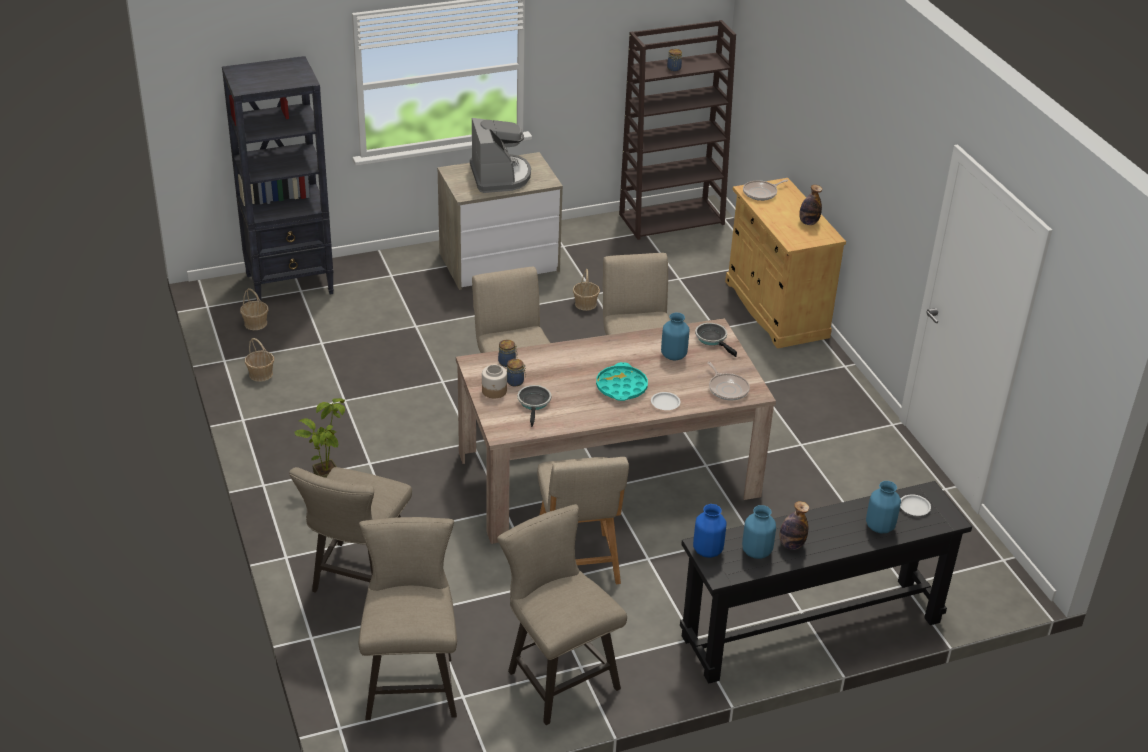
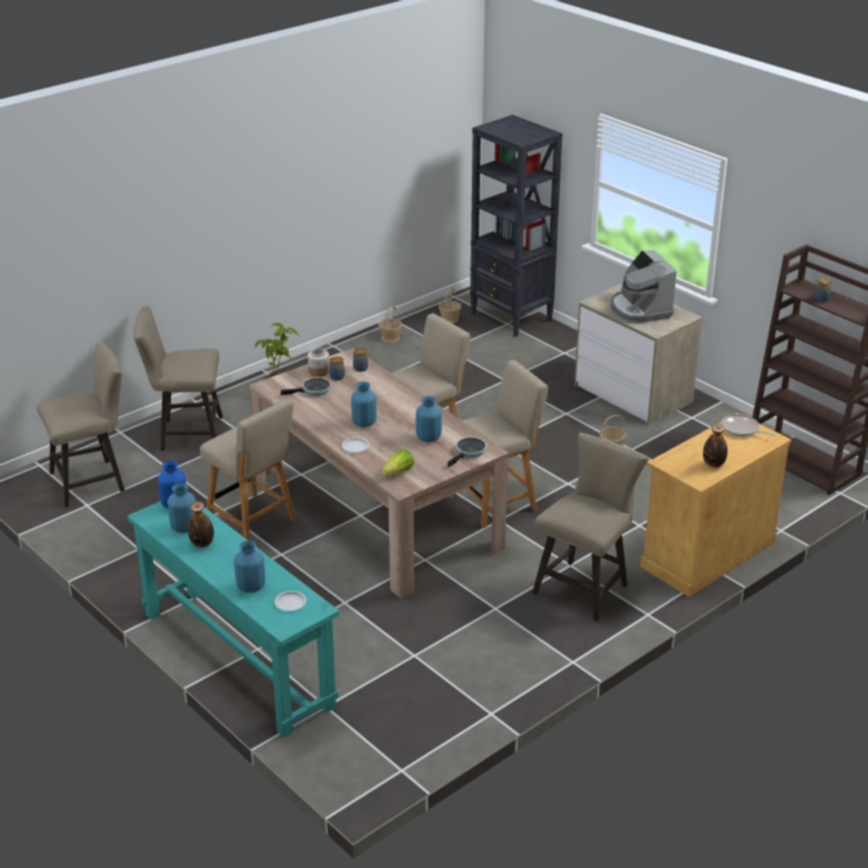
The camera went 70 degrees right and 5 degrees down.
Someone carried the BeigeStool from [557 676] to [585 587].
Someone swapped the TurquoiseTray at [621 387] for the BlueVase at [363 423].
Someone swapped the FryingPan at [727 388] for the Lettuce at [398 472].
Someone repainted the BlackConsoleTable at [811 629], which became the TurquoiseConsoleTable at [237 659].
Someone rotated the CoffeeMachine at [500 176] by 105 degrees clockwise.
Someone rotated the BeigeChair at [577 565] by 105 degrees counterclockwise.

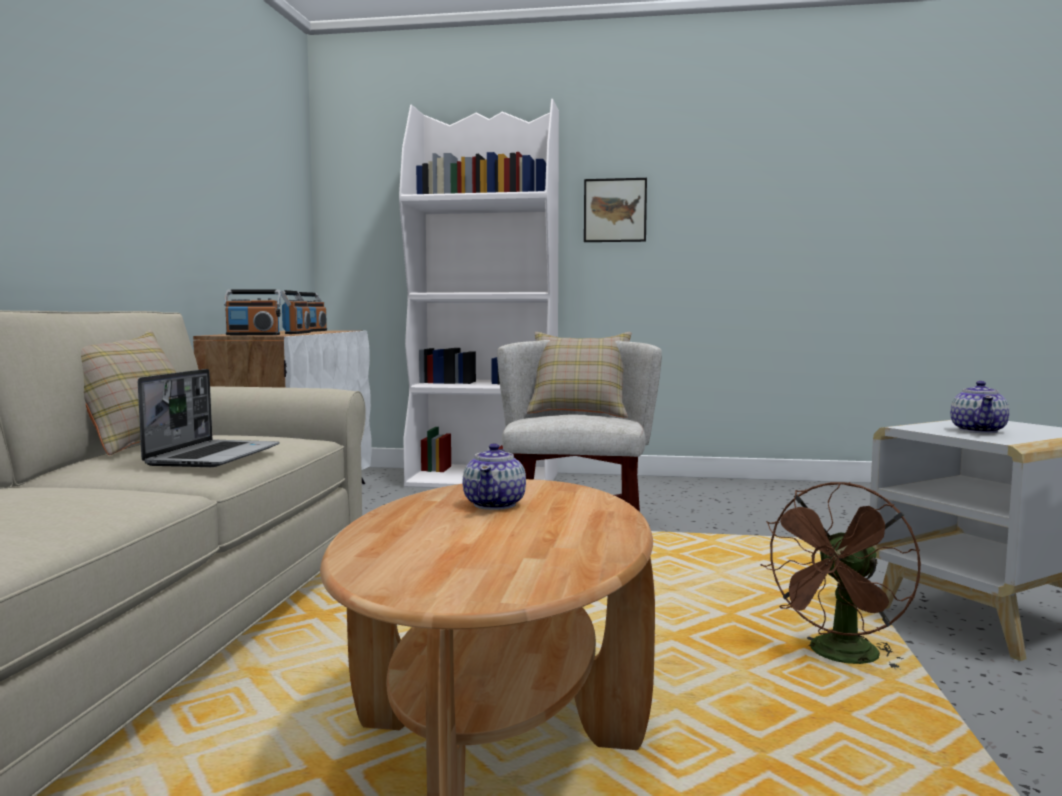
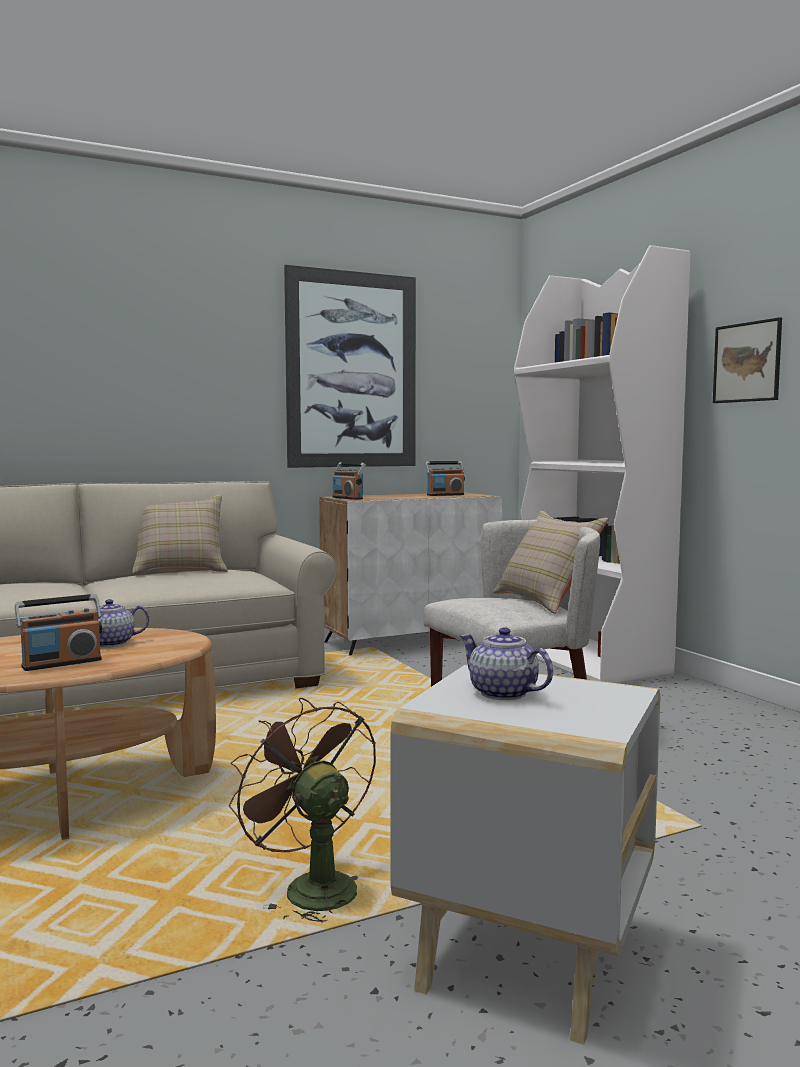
The camera went 55 degrees right and 0 degrees up.
Someone took away the Laptop at [214 456].
Someone put up the Picture at [352 370].
Someone carried the Radio from [297 333] to [61 663].
Someone rotated the BrownFan at [840 658] by 45 degrees clockwise.
Someone rotated the Teapot at [978 430] by 60 degrees clockwise.

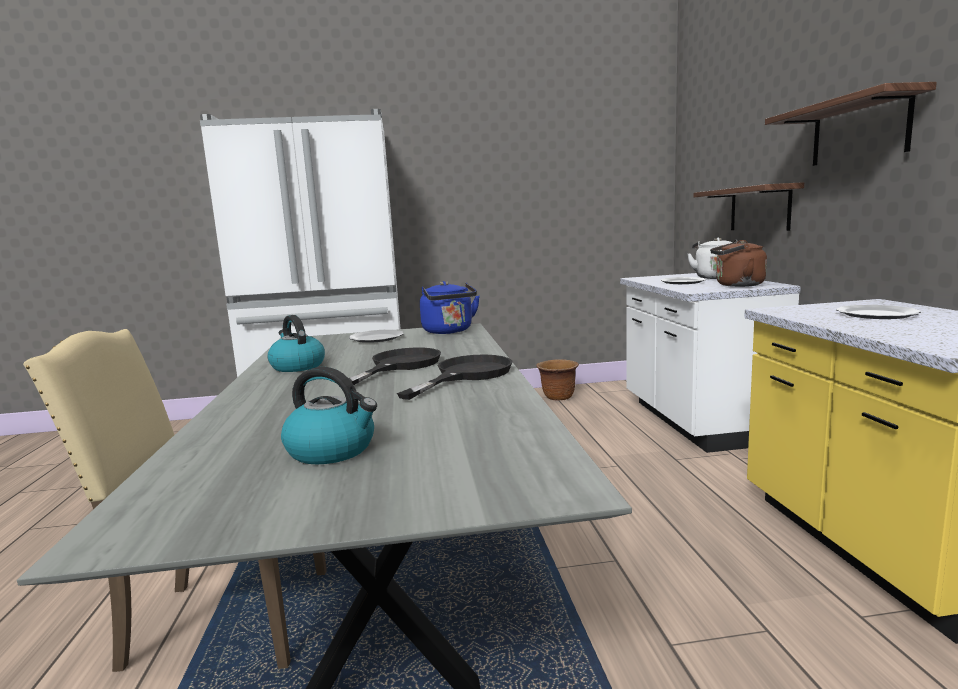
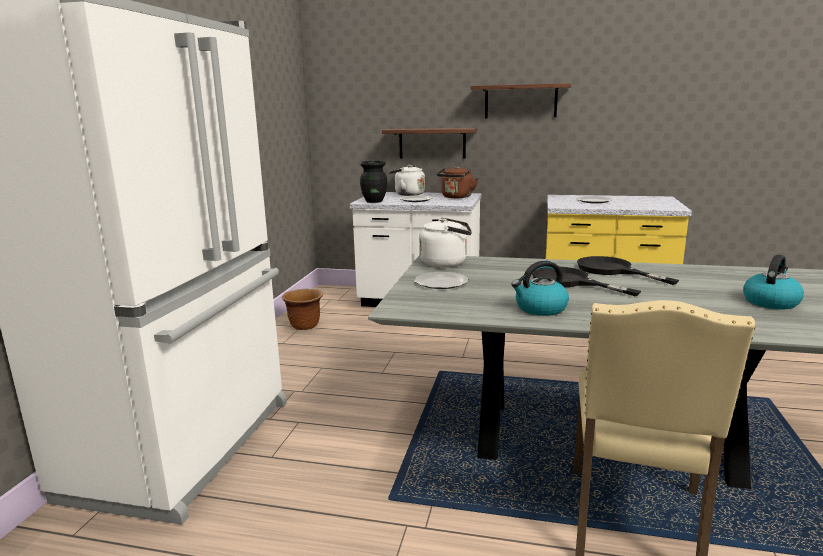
The camera went 70 degrees left and 5 degrees up.
Someone put down the BlackVase at [374 201].
Someone repainted the BlueKettle at [449 331], which became the WhiteKettle at [446 263].

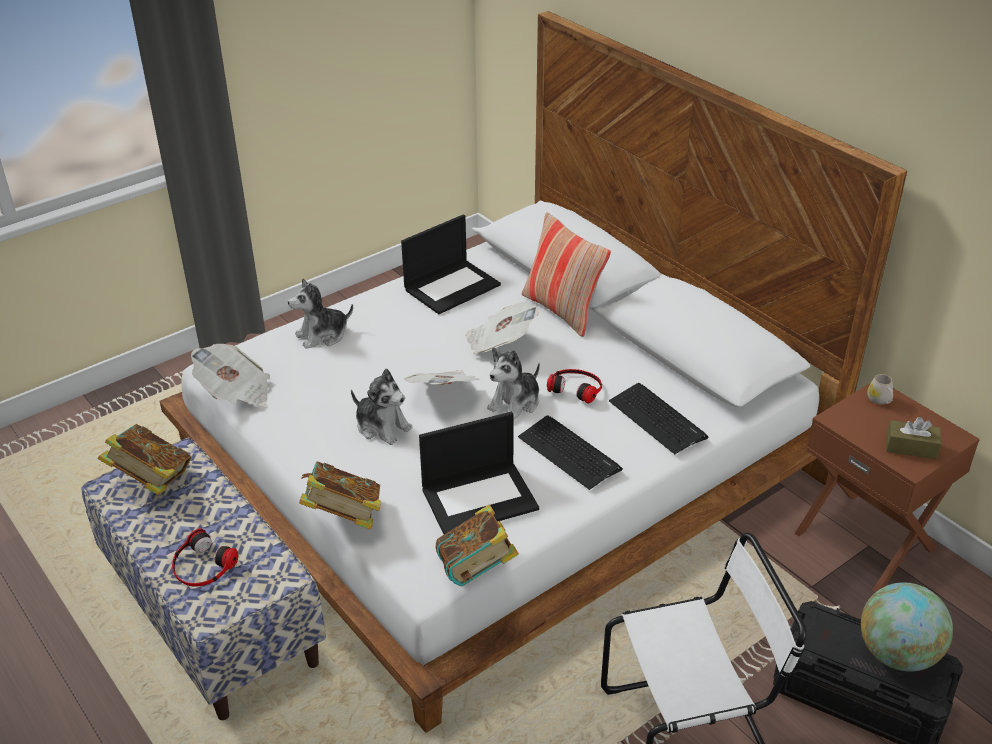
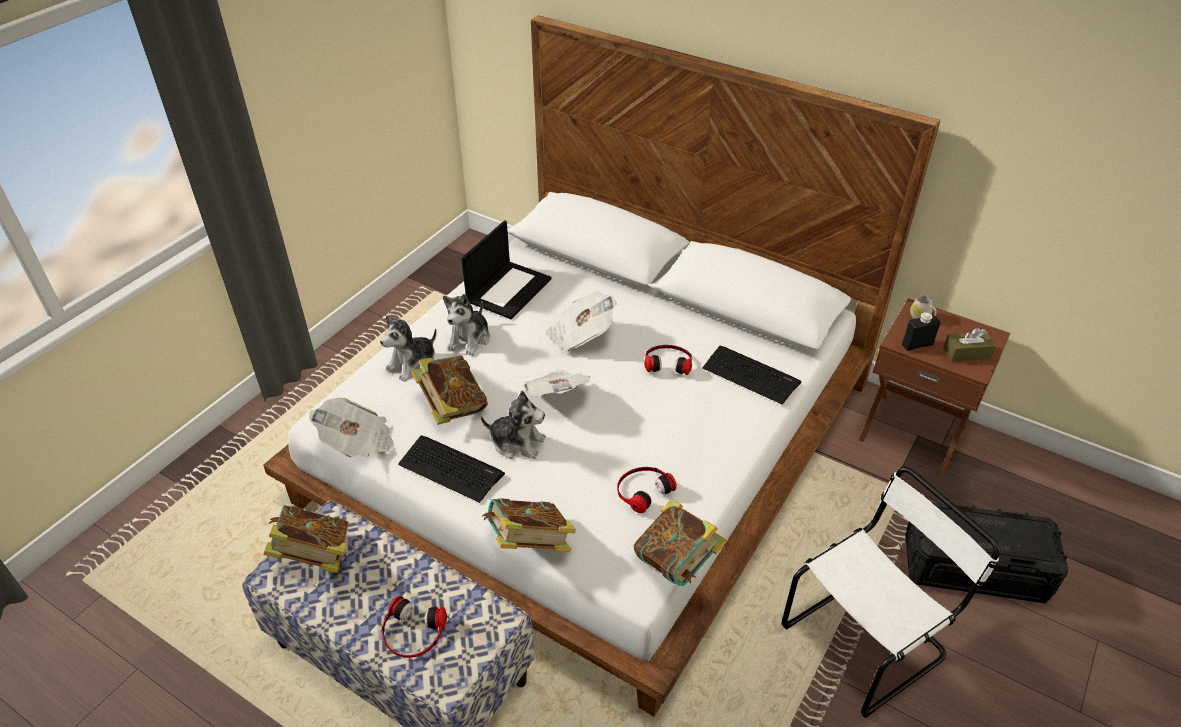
The camera went 20 degrees left and 5 degrees up.
Someone took away the Pillow at [562 310].
Someone took away the Globe at [897 654].
Someone put down the Book at [452 407].
Someone put down the BlackBottle at [917 345].
Someone carried the PlushToy from [515 403] to [470 339].
Someone carried the Keyboard from [569 453] to [451 469].
Someone swapped the Laptop at [480 498] for the Headphones at [642 490].

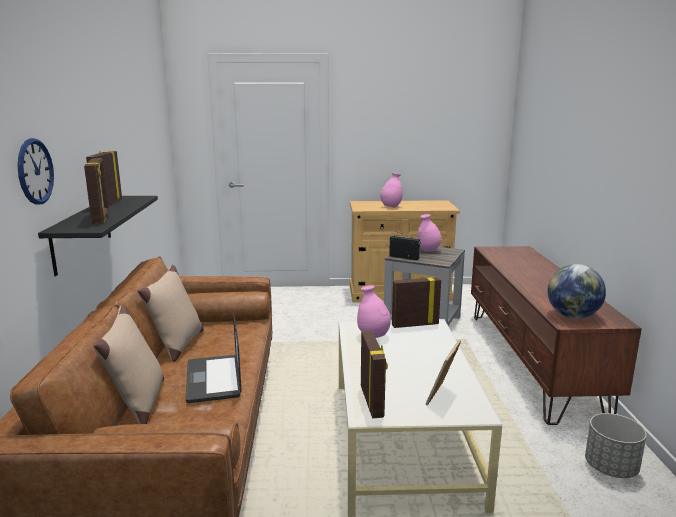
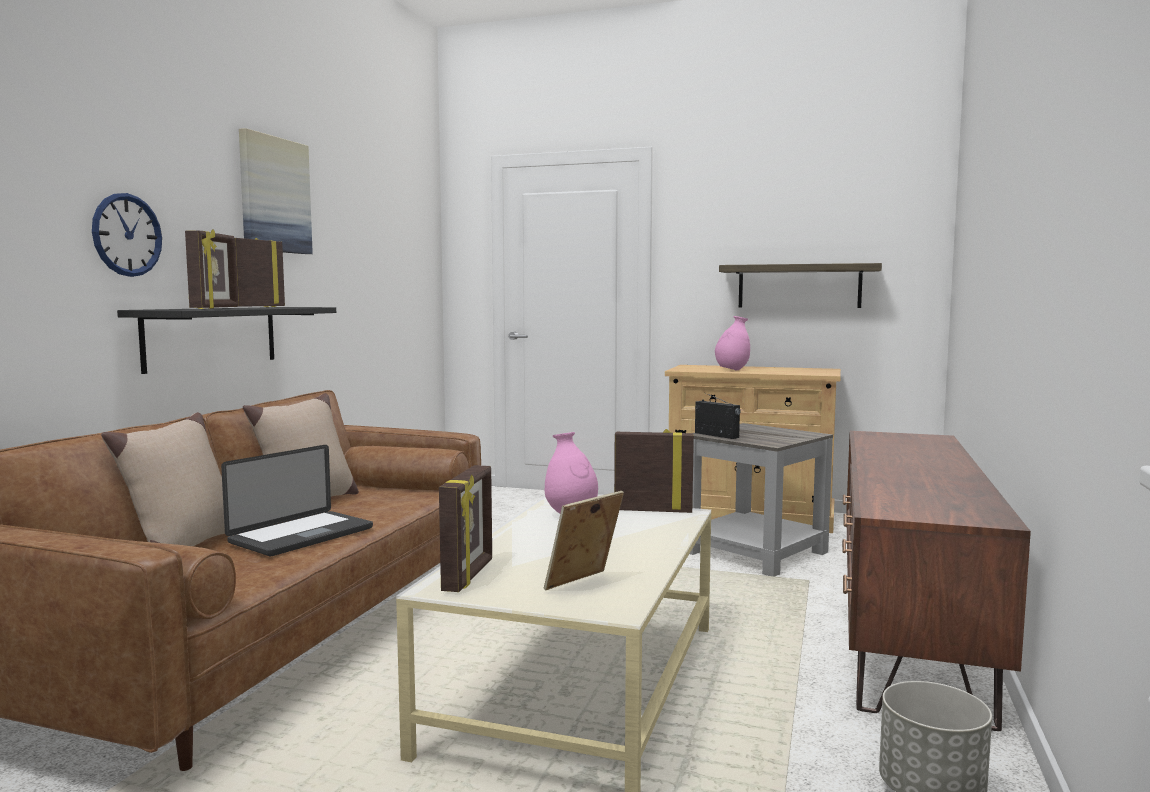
The camera went 20 degrees right and 10 degrees down.
Someone took away the PinkVase at [428 250].
Someone took away the Globe at [572 316].
Someone put up the Picture at [274 195].
Someone put up the Shelf at [799 286].
Someone rotated the Laptop at [213 379] by 150 degrees counterclockwise.

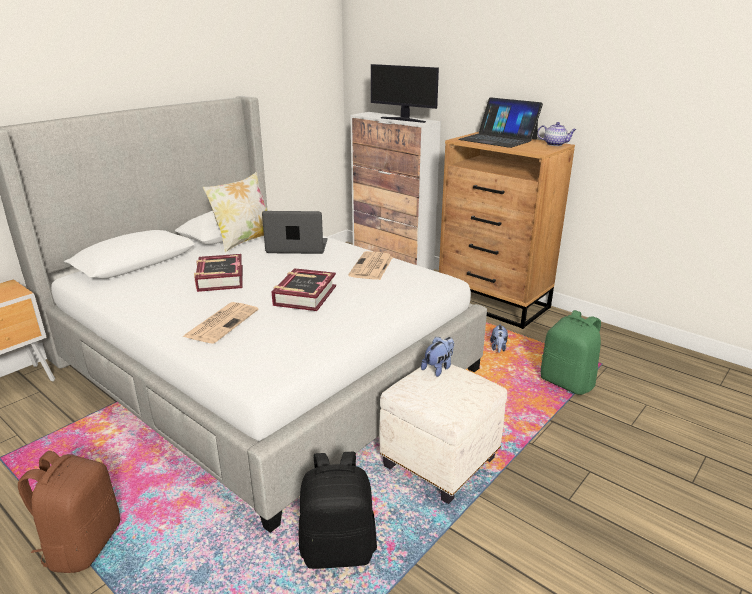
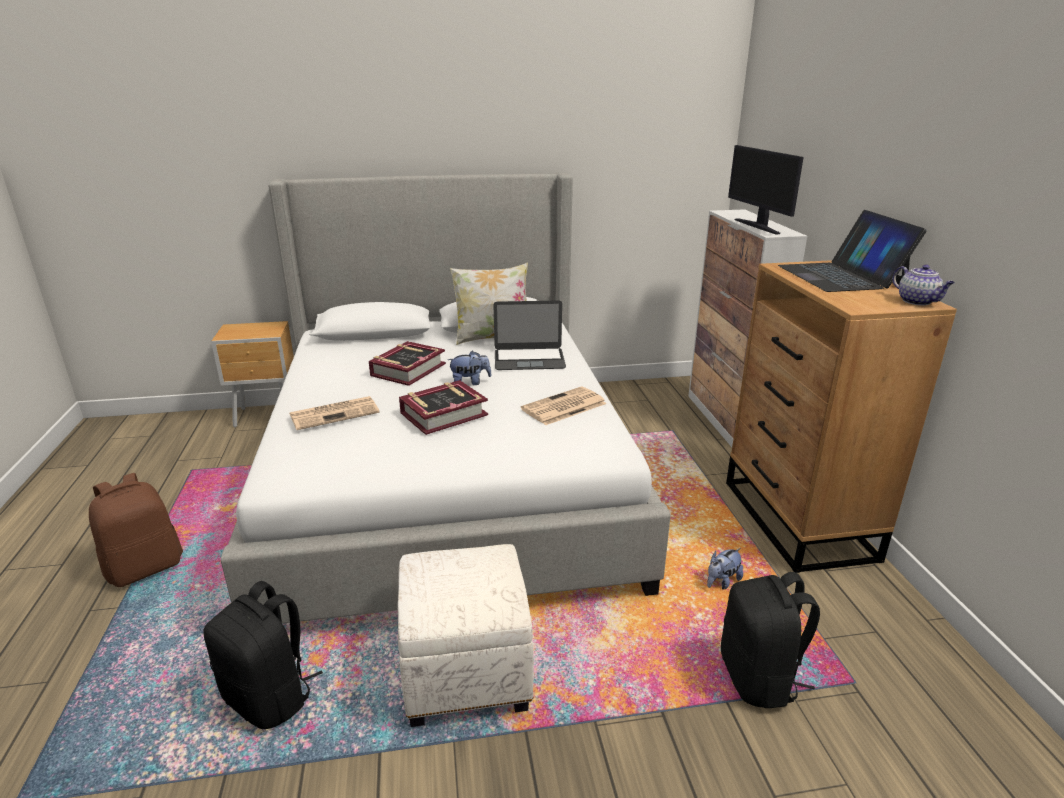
The camera went 40 degrees right and 0 degrees up.
Someone carried the PlushToy from [438 368] to [470 382].
Someone repainted the GreenBackpack at [567 382], which became the BlackBackpack at [759 678].
Someone rotated the Laptop at [297 246] by 135 degrees clockwise.

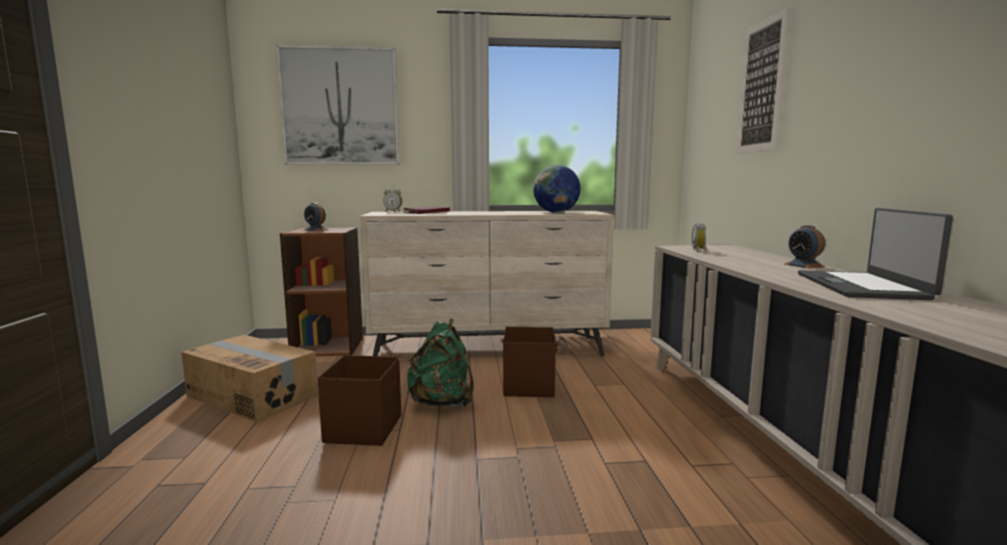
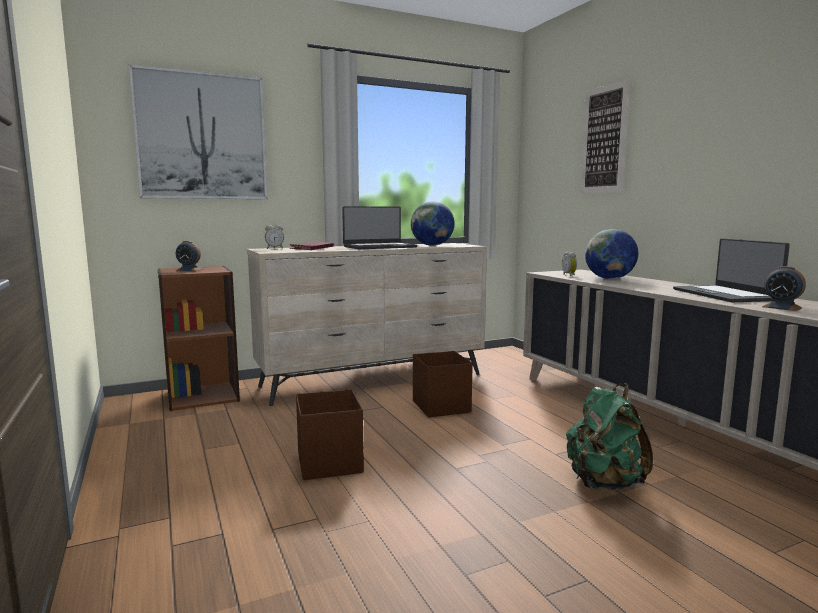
The camera went 20 degrees left and 0 degrees up.
Someone took away the CardboardBox at [253 395].
Someone put down the Laptop at [379 247].
Someone put down the Globe at [609 278].
Someone carried the GreenBackpack from [442 402] to [603 483].
Someone carried the AlarmClock from [804 265] to [781 307].

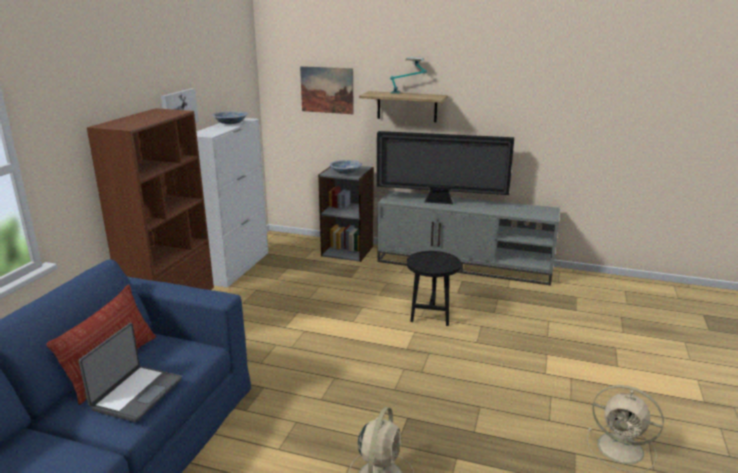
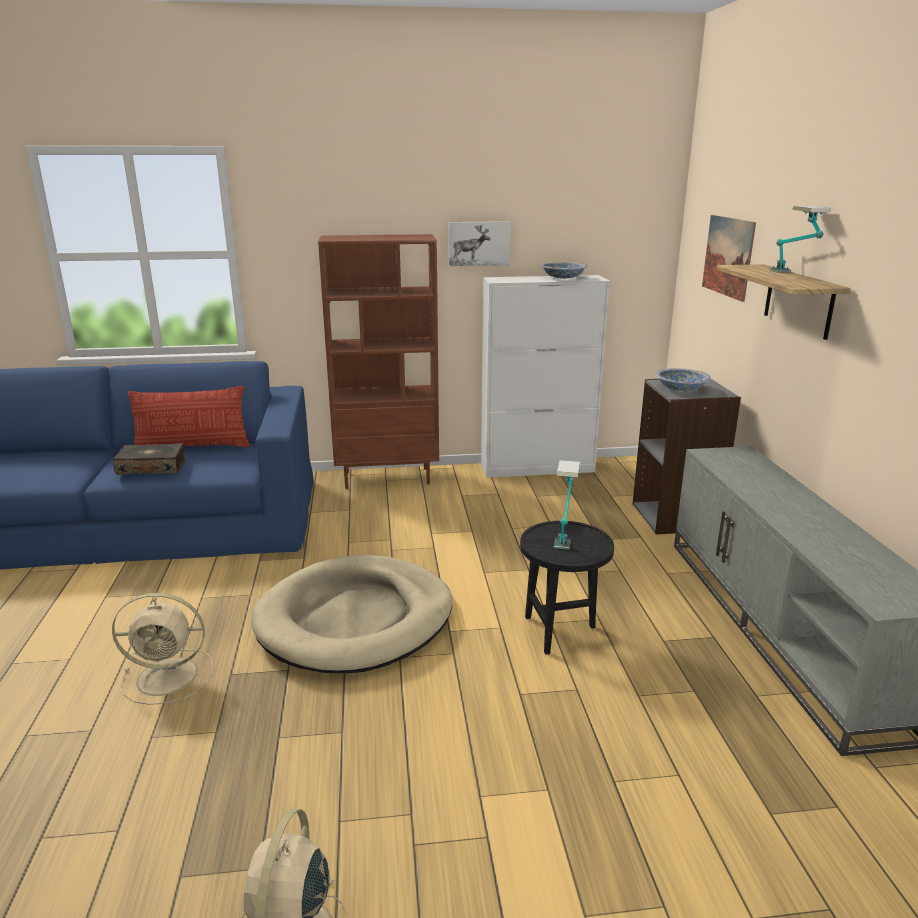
The camera went 65 degrees right and 0 degrees up.
Someone took away the Television at [441 202].
Someone put down the BeigeDogBed at [356 619].
Someone put down the TableLamp at [564 533].
Someone swapped the Laptop at [136 394] for the Book at [152 467].

